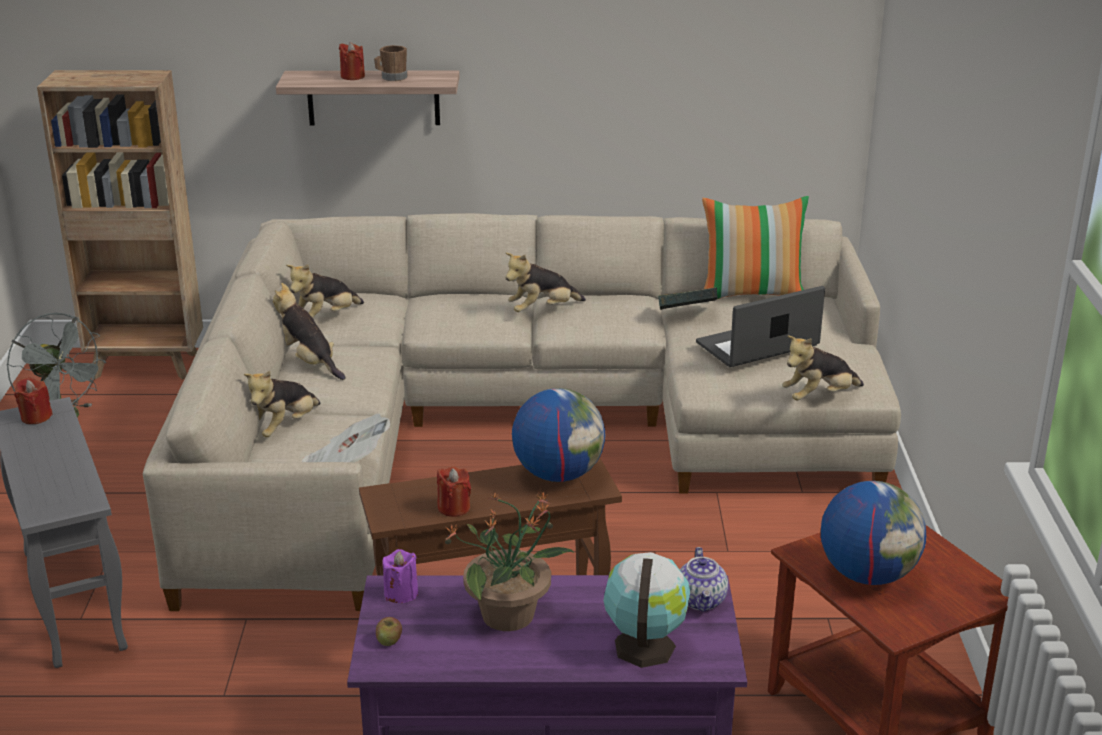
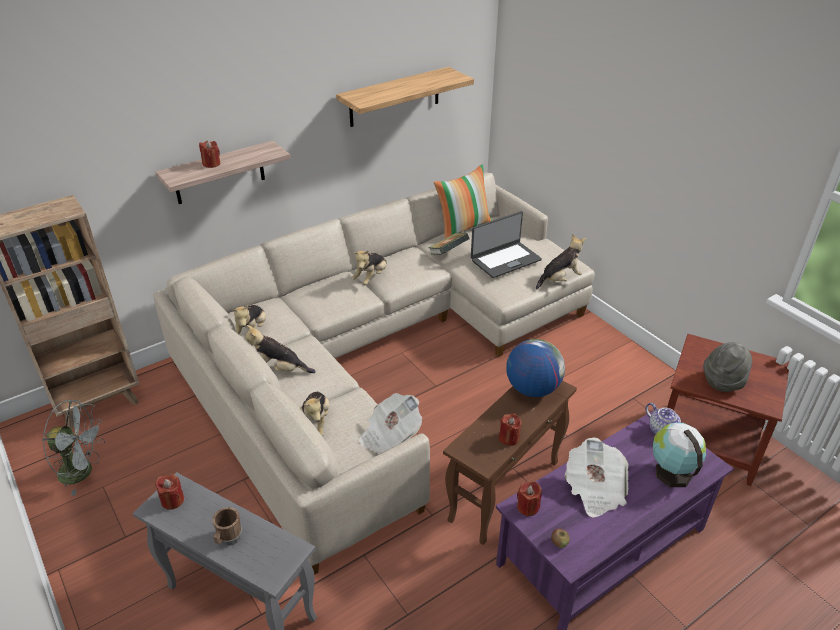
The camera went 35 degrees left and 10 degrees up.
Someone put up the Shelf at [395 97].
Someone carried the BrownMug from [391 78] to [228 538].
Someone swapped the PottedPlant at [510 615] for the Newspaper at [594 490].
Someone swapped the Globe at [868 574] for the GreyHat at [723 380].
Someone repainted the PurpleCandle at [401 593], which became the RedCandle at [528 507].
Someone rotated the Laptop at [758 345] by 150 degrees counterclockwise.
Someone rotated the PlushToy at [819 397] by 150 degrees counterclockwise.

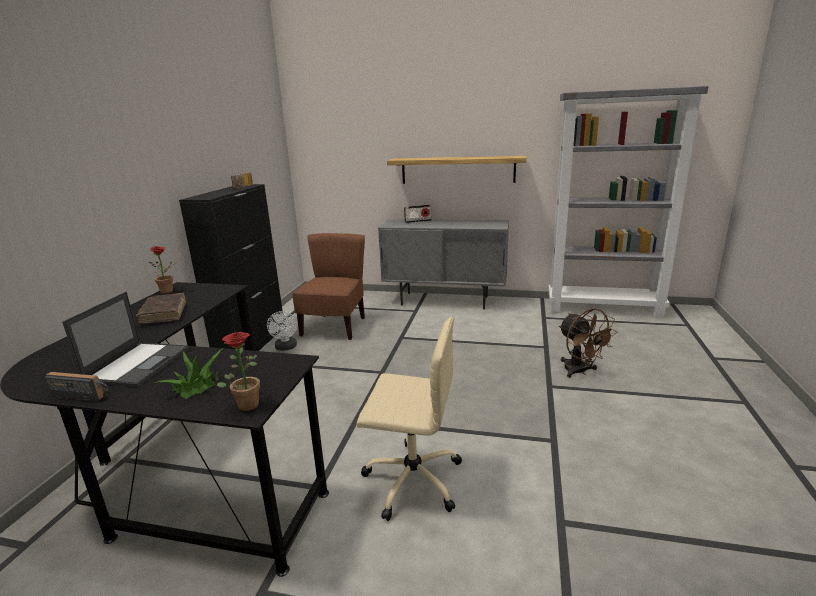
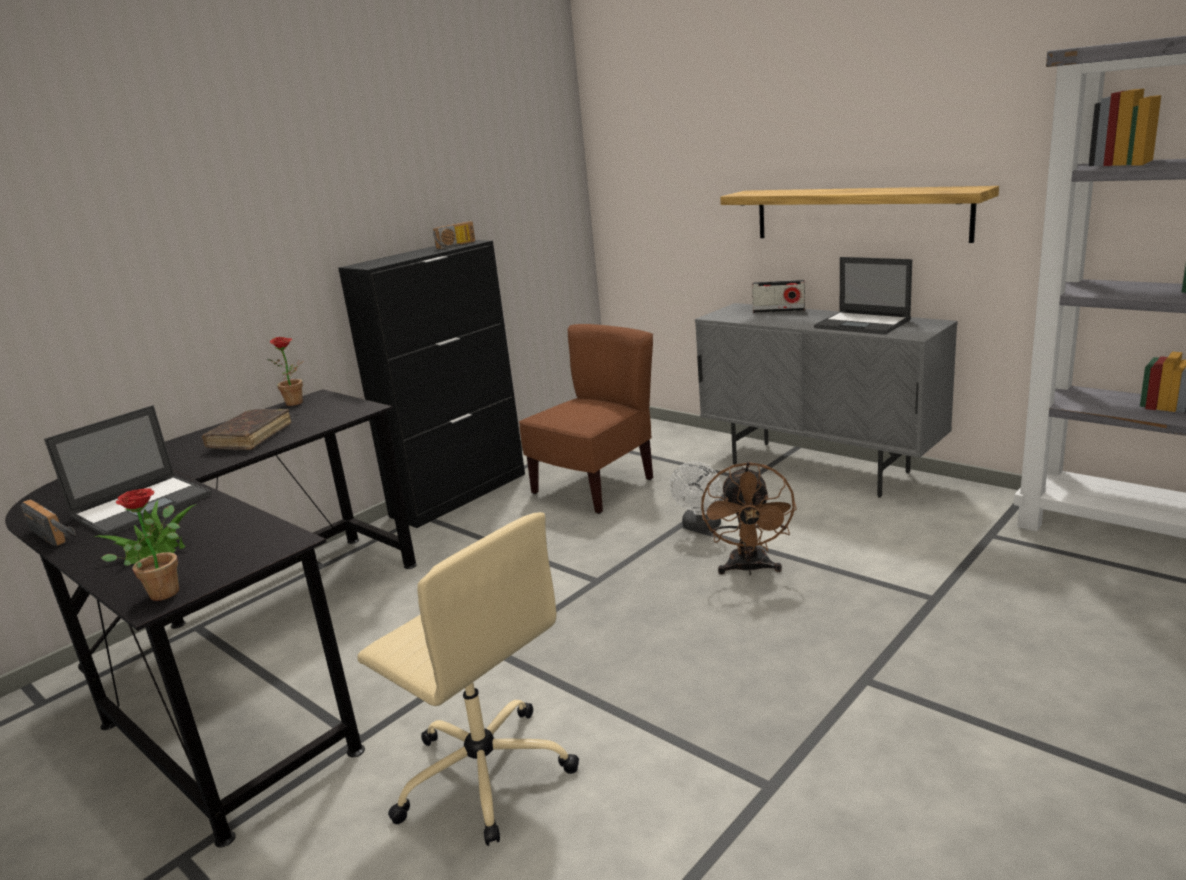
The camera went 30 degrees right and 0 degrees up.
Someone put down the Laptop at [863 324].
Someone carried the WhiteFan from [286 348] to [700 527].
Someone carried the BrownFan from [580 371] to [749 569].

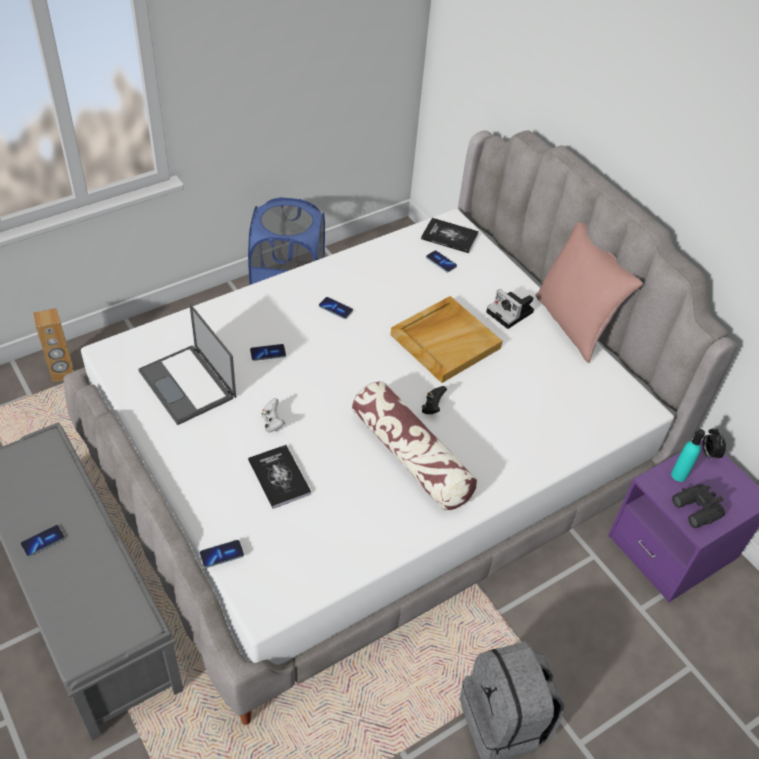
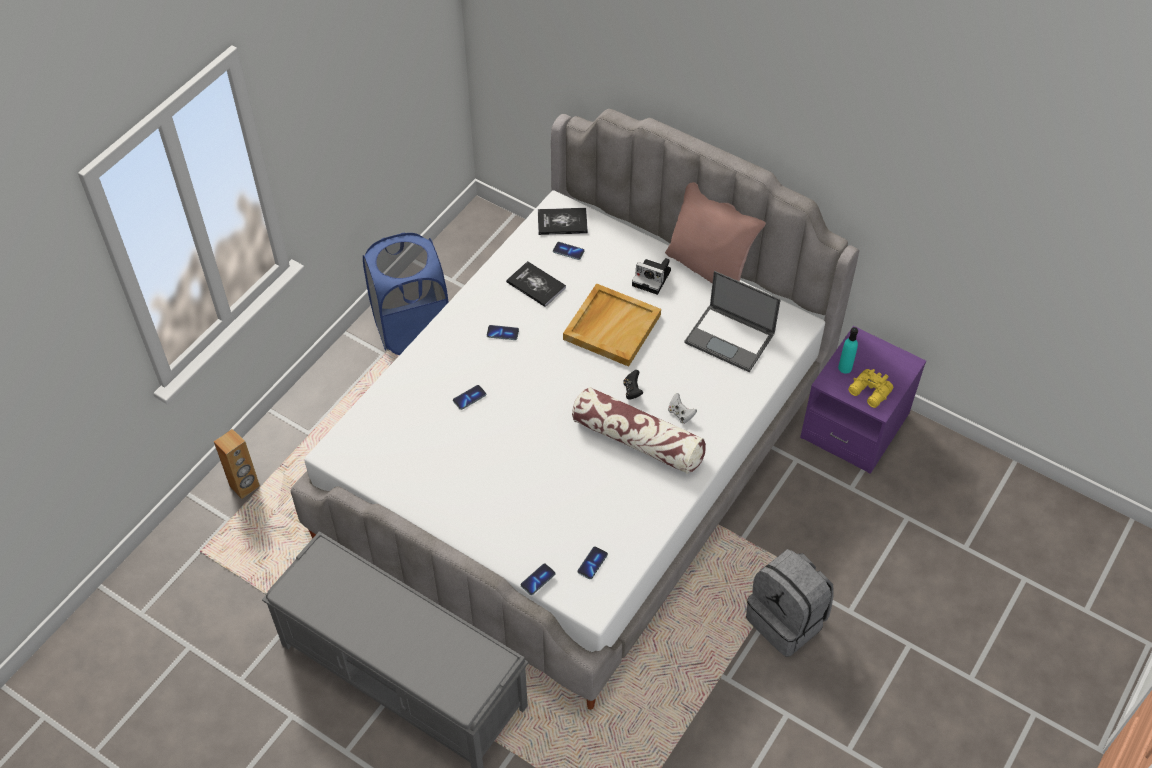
The camera went 20 degrees left and 5 degrees up.
Someone took away the AlarmClock at [709 453].
Someone carried the Phone from [43 541] to [592 563].
Someone carried the Laptop from [188 385] to [731 338].
Someone carried the Book from [279 477] to [536 285].
Someone carried the WhiteGameController from [272 422] to [680 414].
Someone repainted the BlackBinoculars at [695 511], which became the YellowBinoculars at [869 393].

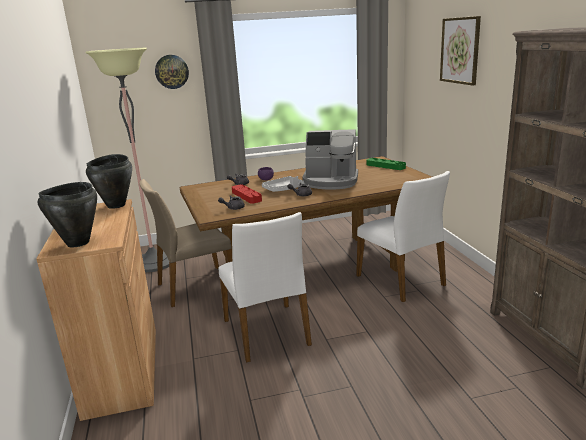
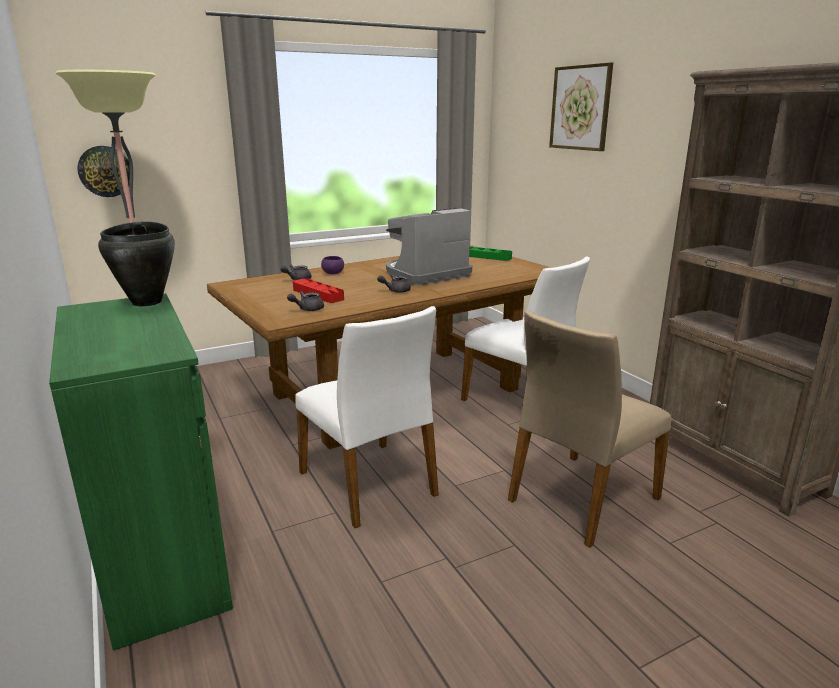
The camera went 15 degrees left and 0 degrees up.
Someone took away the BlackCookingPot at [77 243].
Someone took away the GreyTray at [283 189].
Someone carried the BeigeChair from [195 286] to [581 498].
Someone carried the WallClock from [171 71] to [105 171].
Someone repainted the BrownCabinet at [122 370], which became the GreenCabinet at [162 560].
Someone rotated the CoffeeMachine at [331 181] by 150 degrees clockwise.

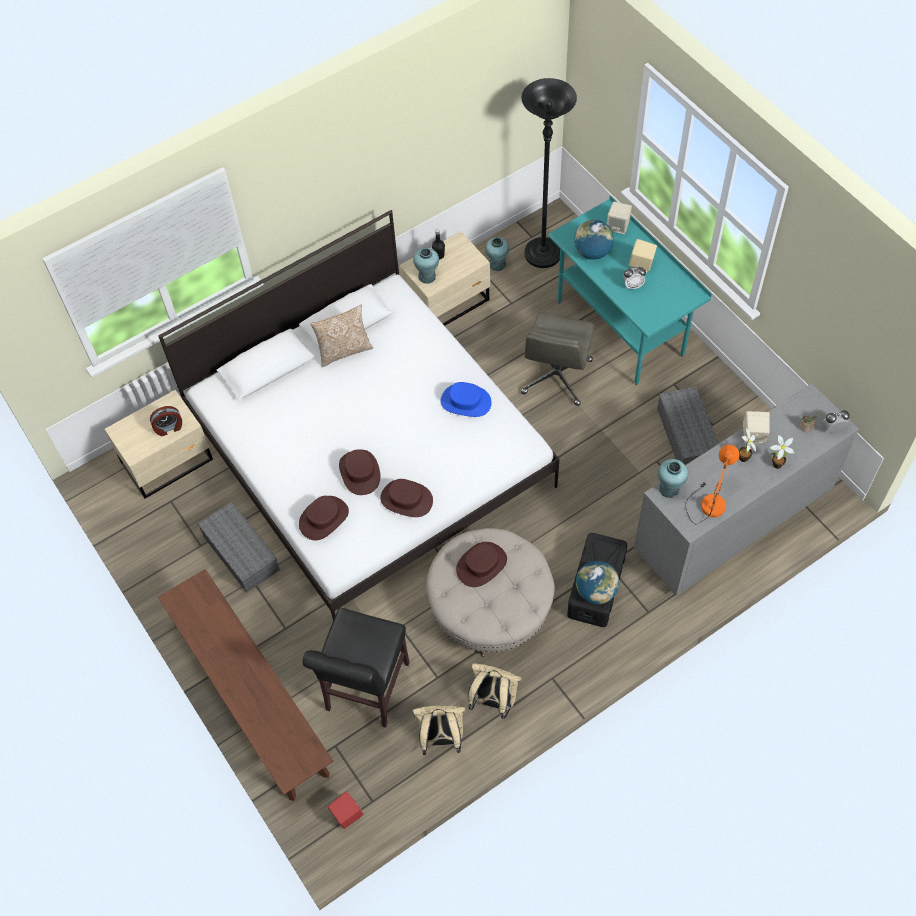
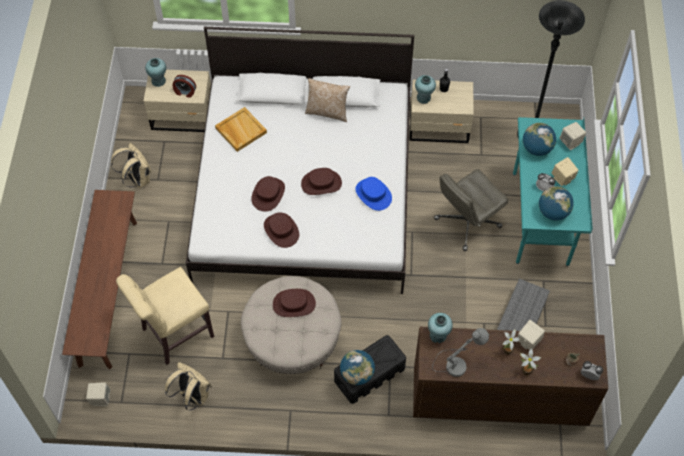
The camera went 35 degrees right and 0 degrees up.
Someone took away the GreyStorageBox at [240 553].
Someone put down the BeigeTray at [240 130].
Someone put down the Globe at [553 212].
Someone carried the BrownHat from [323 518] to [321 183].
Someone carried the BeigeBackpack from [493 700] to [137 179].
Someone carried the TurquoiseVase from [497 264] to [158 81].
Someone repainted the BlackChair at [365 691], which became the BeigeChair at [174 334].
Someone repainted the RedSpeaker at [347 815], which became the BeigeSpeaker at [100 399].
Someone repainted the GreyDresser at [731 522], which became the BrownDresser at [498 398].
Someone repainted the OrangeTableLamp at [707 501], which became the GreyTableLamp at [456 361].

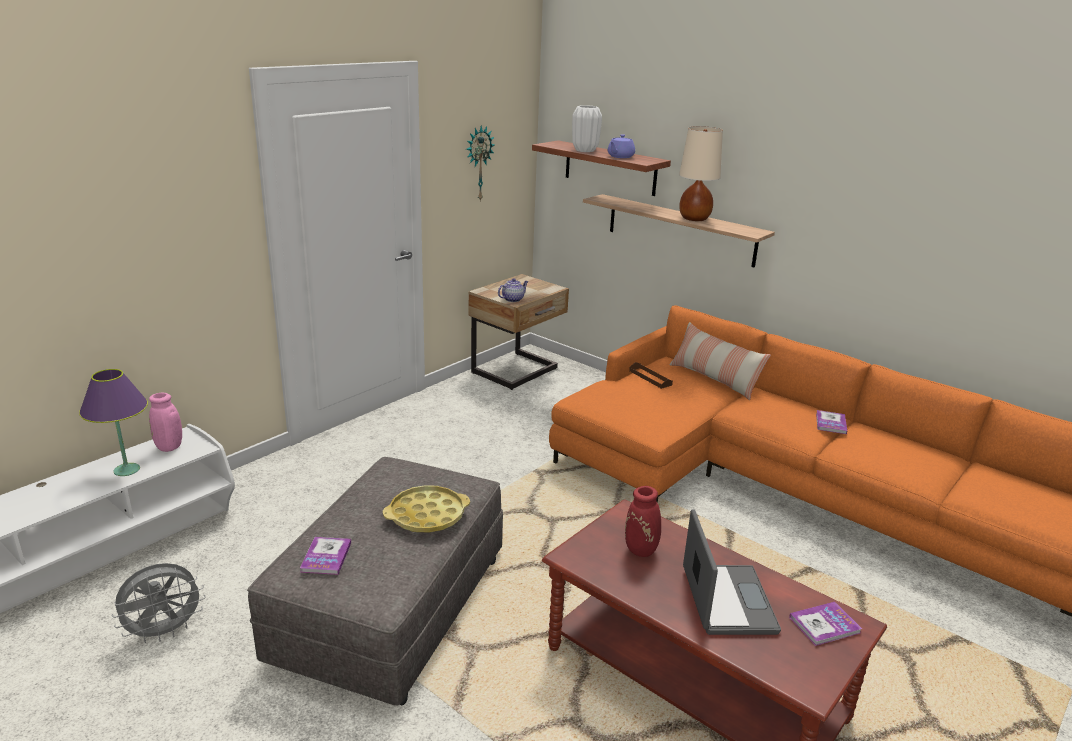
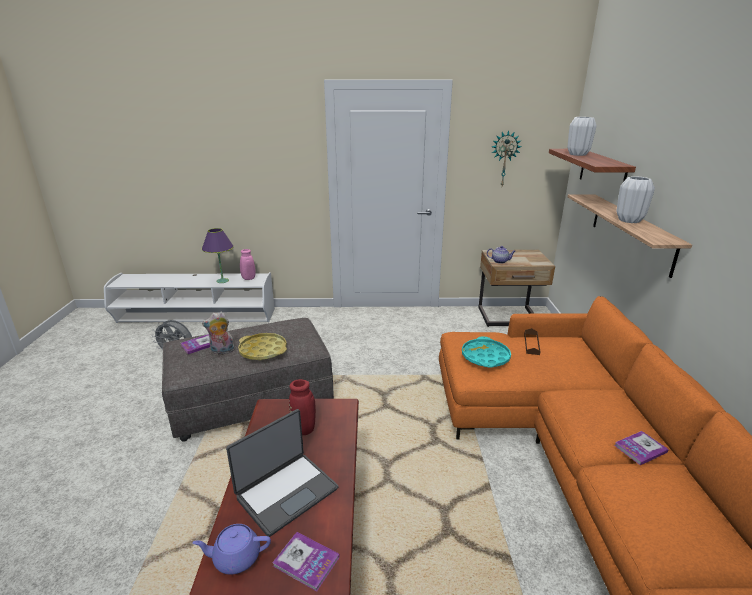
The camera went 50 degrees right and 0 degrees up.
Someone took away the Pillow at [714 379].
Someone put down the PlushToy at [222 351].
Someone put down the TurquoiseTray at [485 357].
Someone carried the PurpleTeapot from [620 157] to [236 557].
Someone swapped the BeigeTableLamp at [694 219] for the WhiteVase at [629 220].

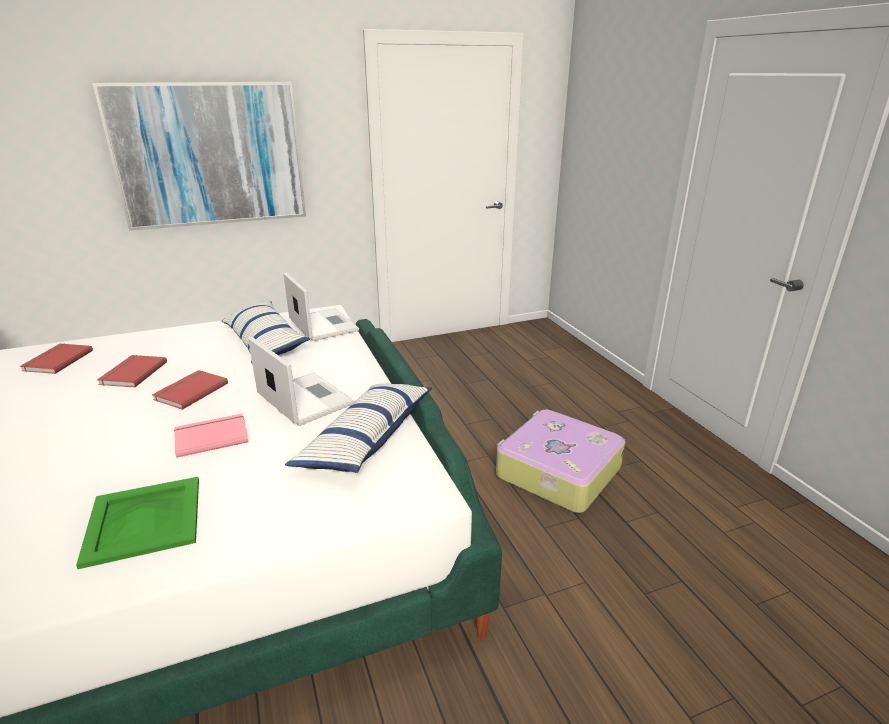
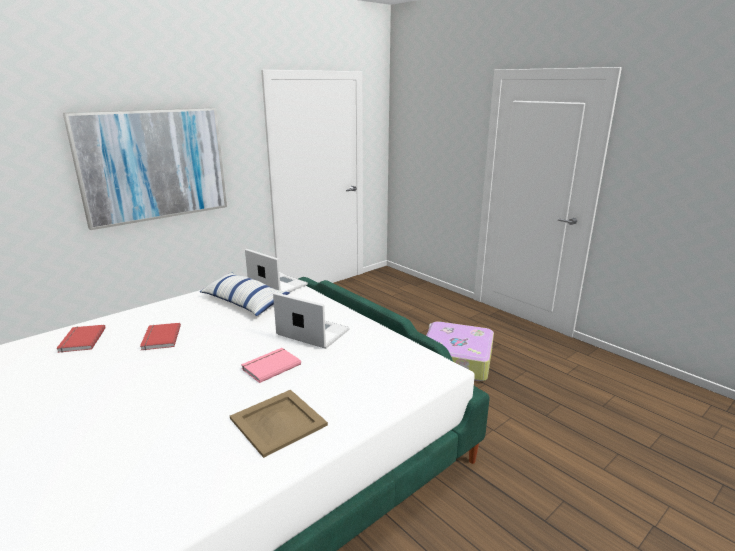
The camera went 20 degrees left and 5 degrees down.
Someone took away the RedBook at [189 391].
Someone took away the Pillow at [366 439].
Someone repainted the GreenTray at [145 519], which became the BeigeTray at [278 421].

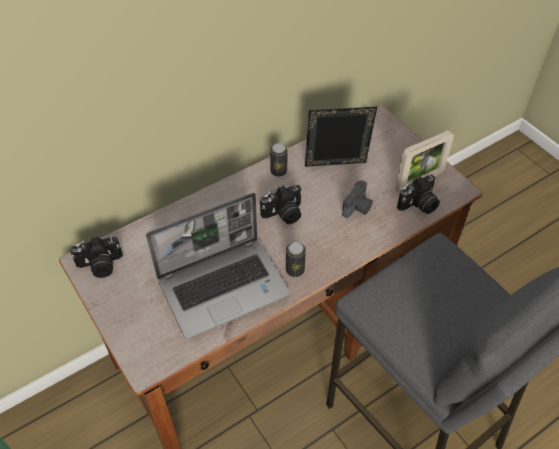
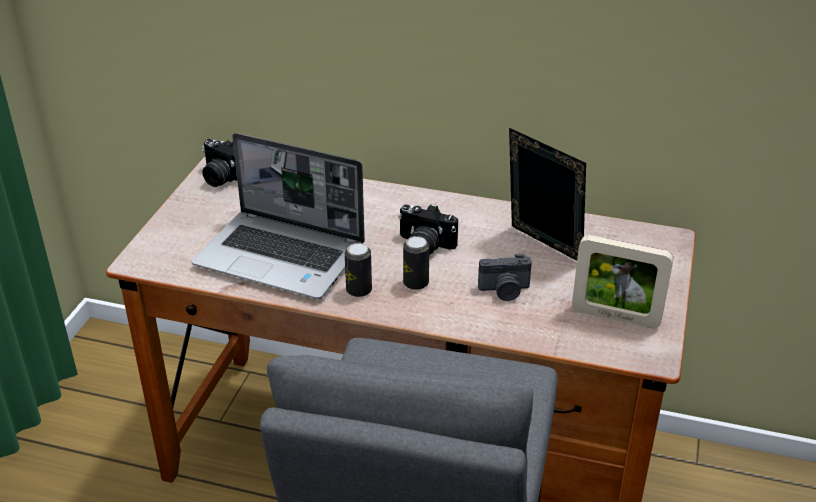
The camera went 50 degrees right and 15 degrees down.
Someone took away the PhotoCamera at [419 205].
Someone carried the Can from [278 171] to [416 283].

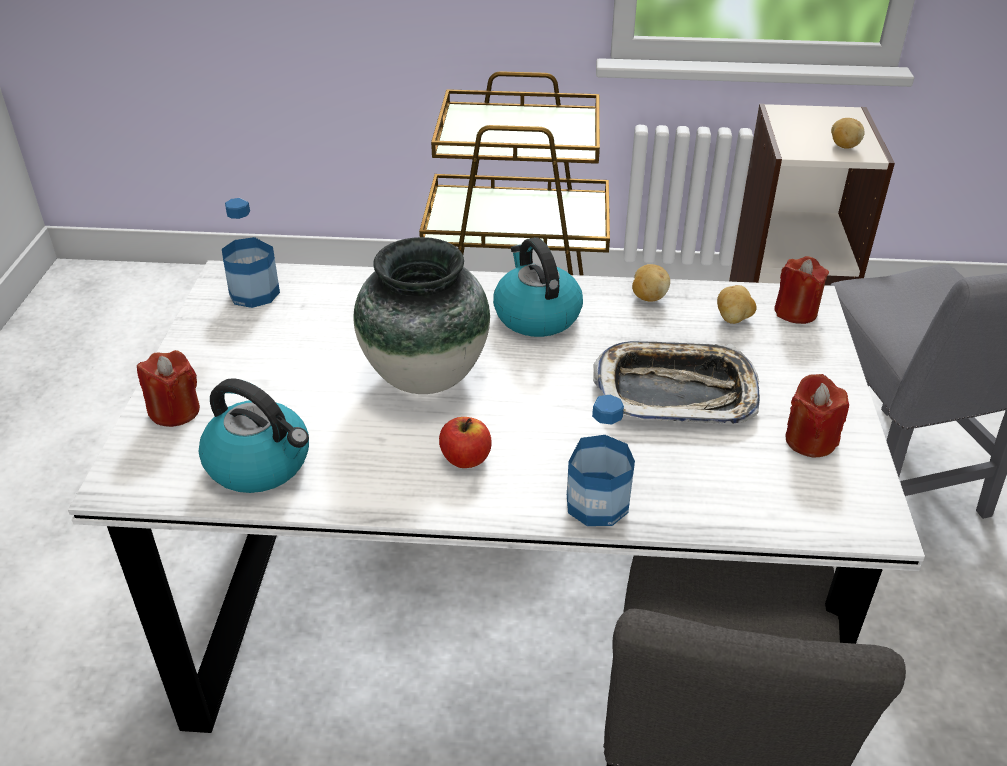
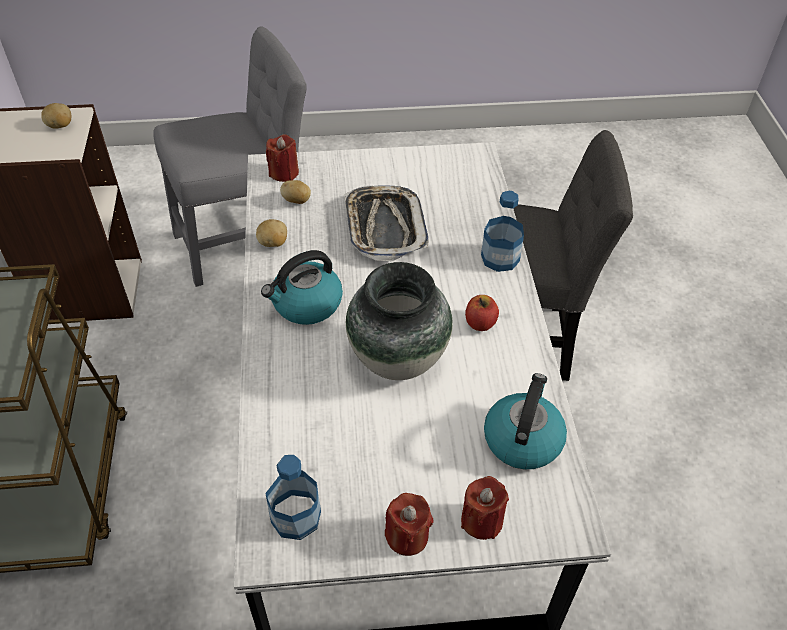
The camera went 100 degrees left and 10 degrees up.
Someone carried the RedCandle from [810 440] to [407 536].

